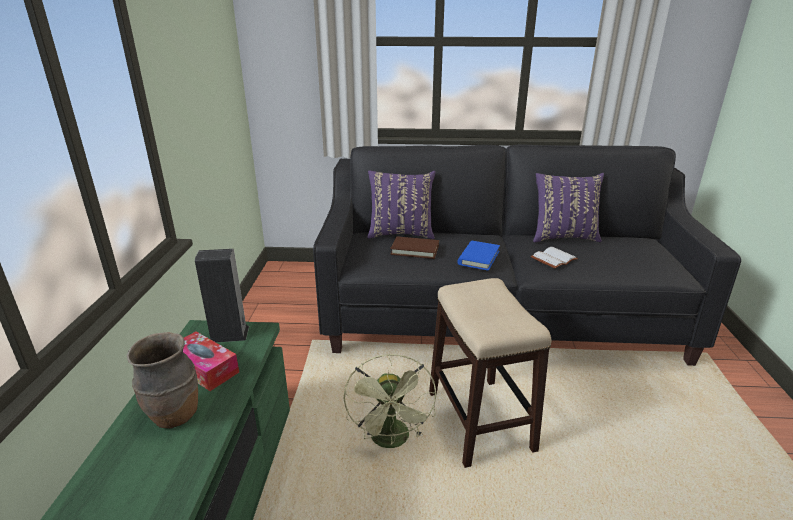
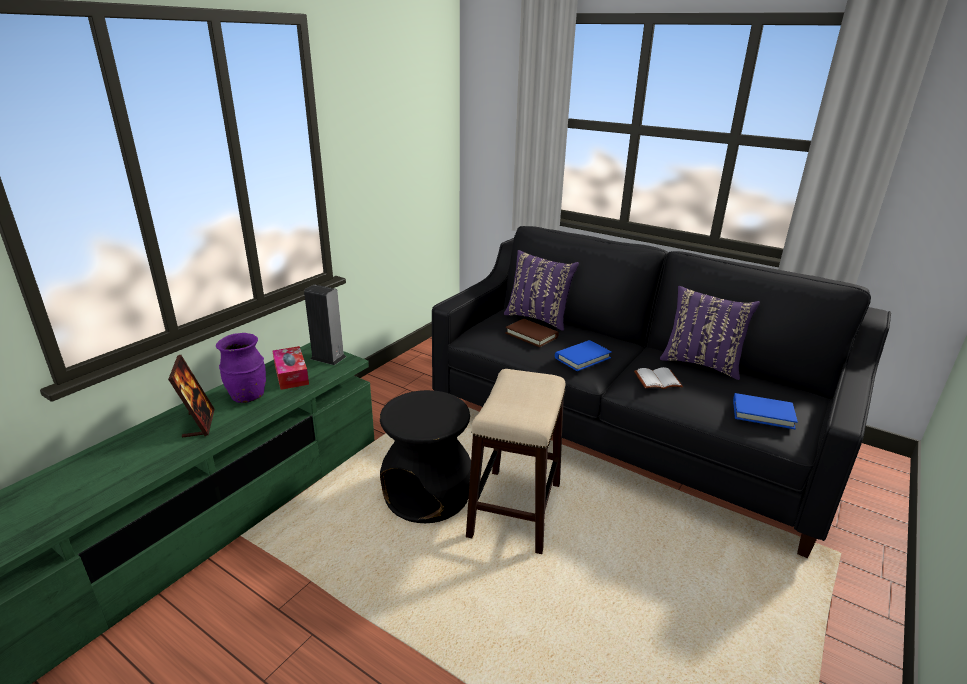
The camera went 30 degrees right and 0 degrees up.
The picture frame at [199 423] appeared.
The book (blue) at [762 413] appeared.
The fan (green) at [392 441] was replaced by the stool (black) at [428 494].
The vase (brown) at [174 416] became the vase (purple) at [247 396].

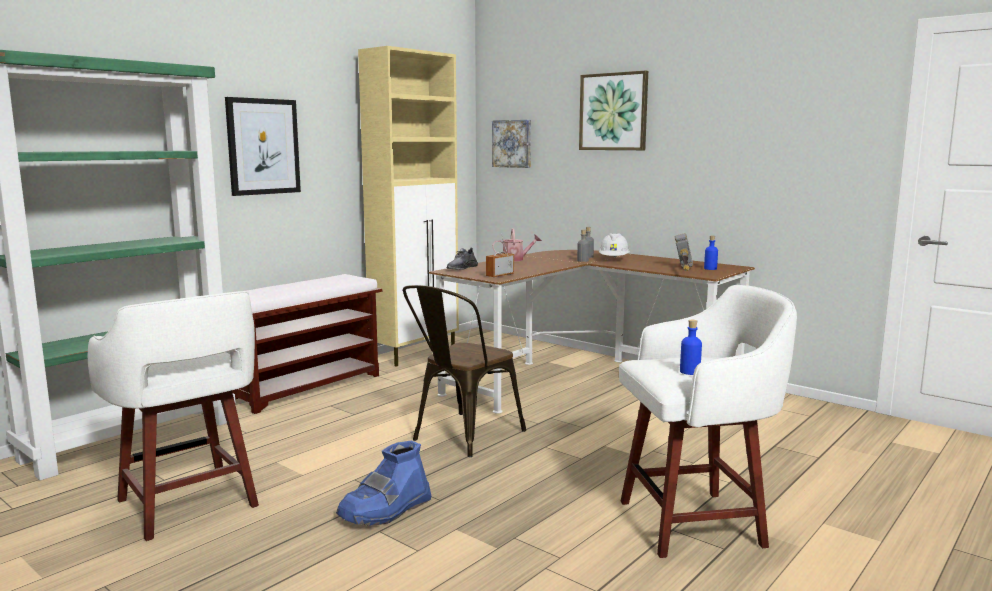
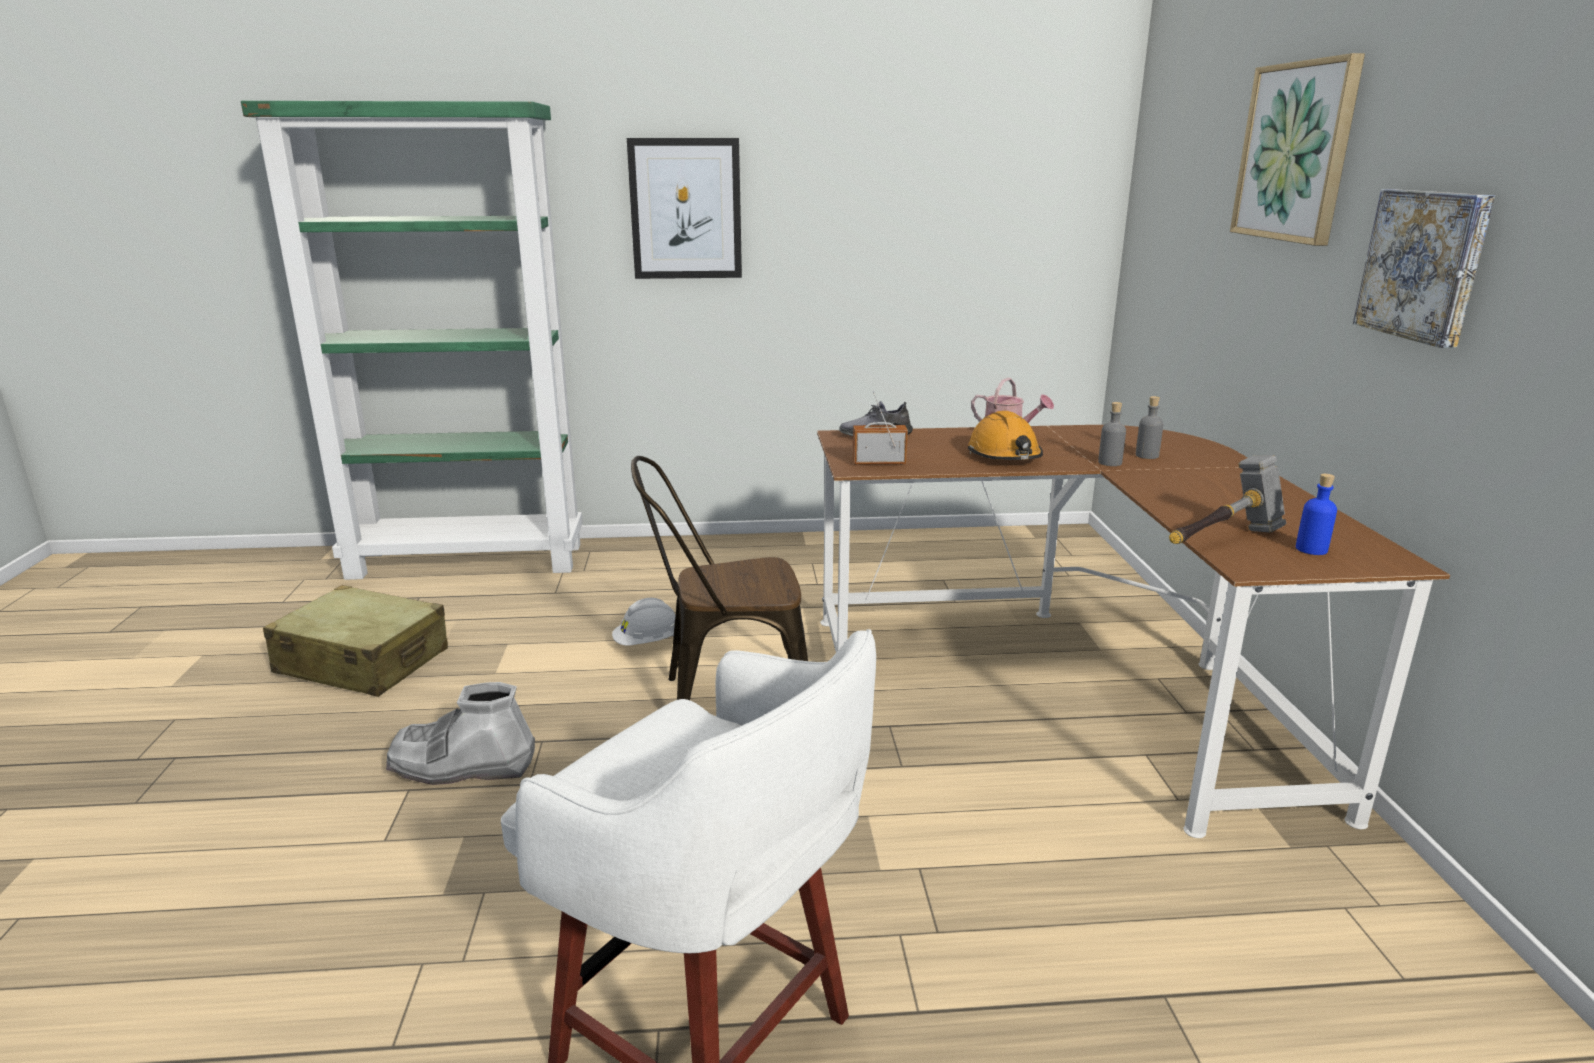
The camera went 45 degrees right and 10 degrees up.
The bench (brown) at [306 387] disappeared.
The cabinet (beige) at [416 354] disappeared.
The bottle (blue) at [690 372] disappeared.
The hard hat (orange) at [1004 456] appeared.
The picture moved from [512 143] to [1425 265].
The hard hat (white) moved from [614 260] to [647 643].
The stool (white) at [189 505] was replaced by the suitcase (beige) at [363 662].
The boot (blue) at [385 510] became the boot (grey) at [462 765].

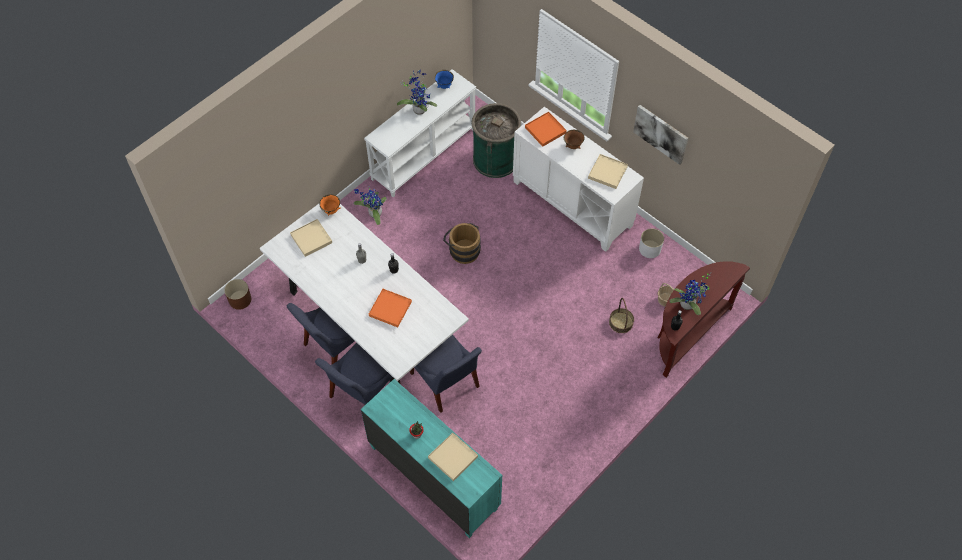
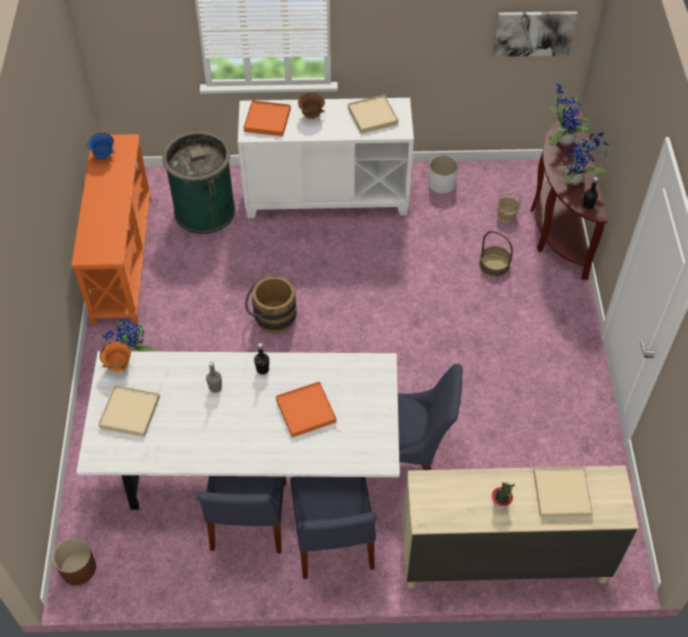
The camera went 45 degrees left and 5 degrees down.
The potted plant moved from [419 108] to [562 139].
The picture moved from [661 133] to [534 32].
The dresser (turquoise) at [433 476] became the dresser (beige) at [502 557].
The console table (white) at [423 153] became the console table (orange) at [121 258].

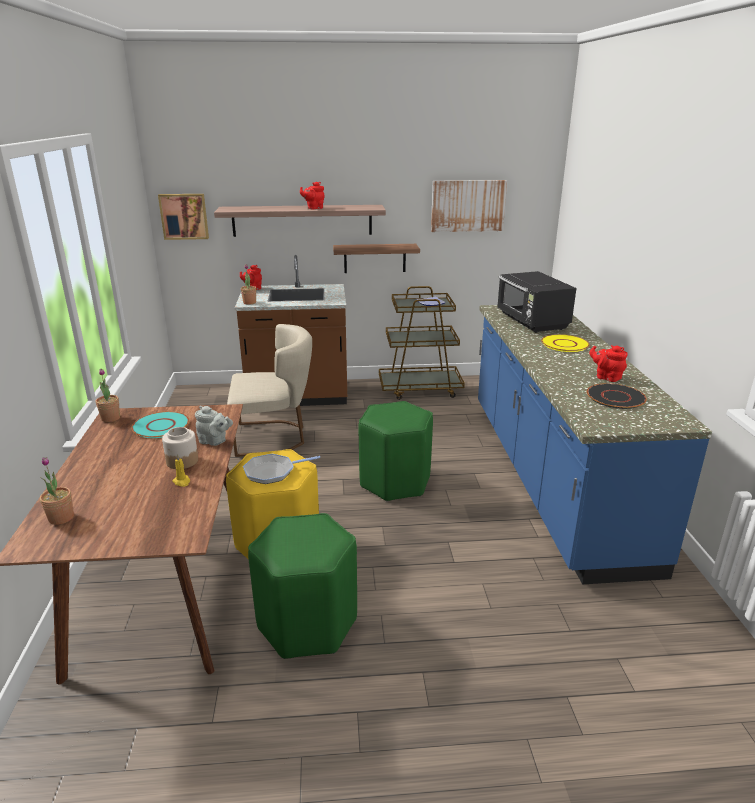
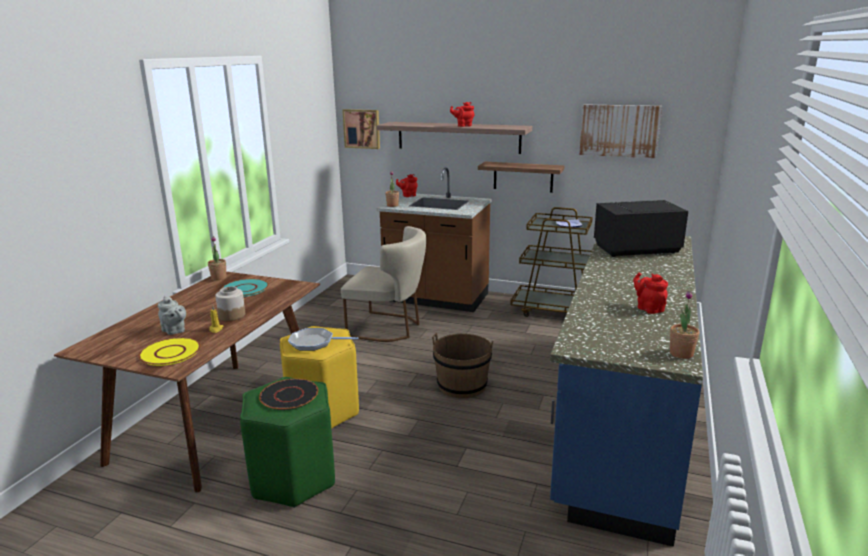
The camera went 25 degrees right and 5 degrees down.
The potted plant moved from [61 518] to [681 354].
The teapot (grey) moved from [214 441] to [174 331].
The plate (yellow) moved from [564 344] to [170 353].
The plate (black) moved from [615 397] to [289 395].
The stool (green) at [395 482] was replaced by the bucket (brown) at [462 386].
The microwave (black) at [532 322] turned 75 degrees clockwise.

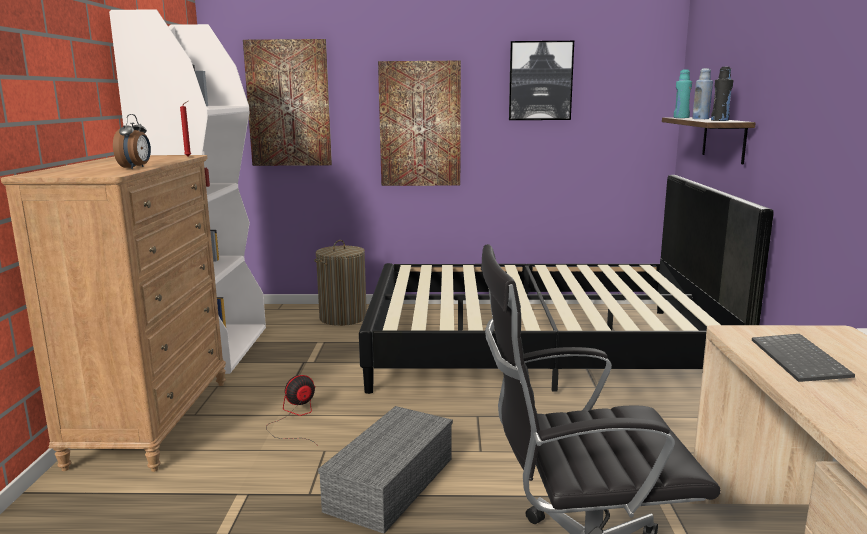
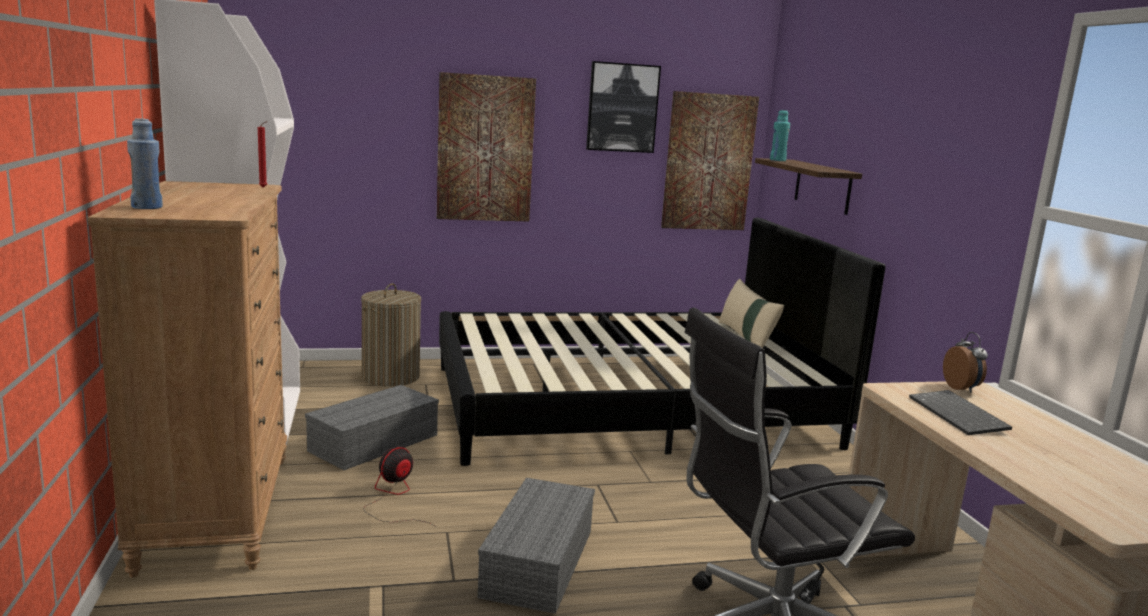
The camera went 15 degrees left and 0 degrees up.
The bottle (black) at [719 120] disappeared.
The storage box (grey) at [373 444] appeared.
The pillow (beige) at [746 338] appeared.
The alarm clock moved from [136 168] to [962 388].
The picture moved from [288 103] to [708 162].
The bottle (blue) moved from [700 119] to [147 207].

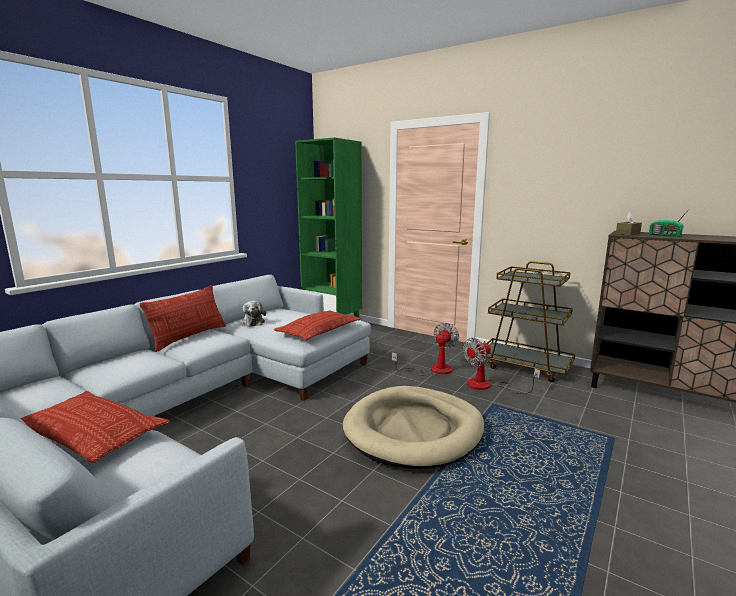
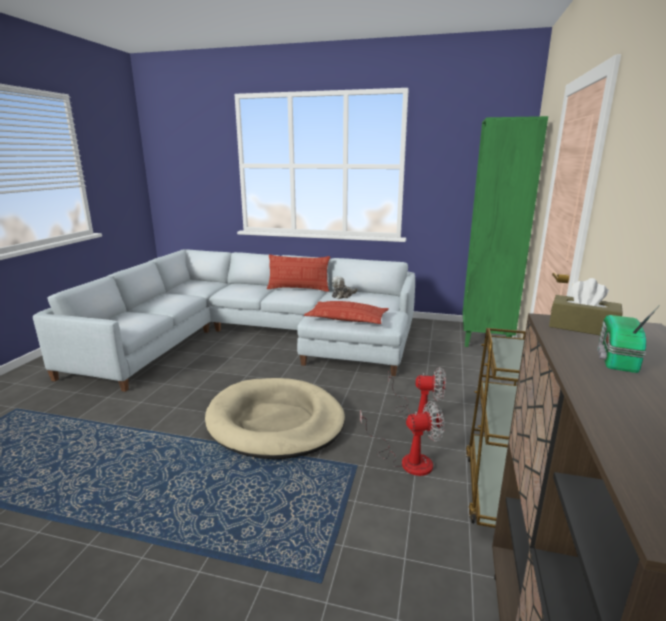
The camera went 70 degrees right and 5 degrees up.
The pillow at [91 433] disappeared.
The fan at [488 386] turned 135 degrees clockwise.

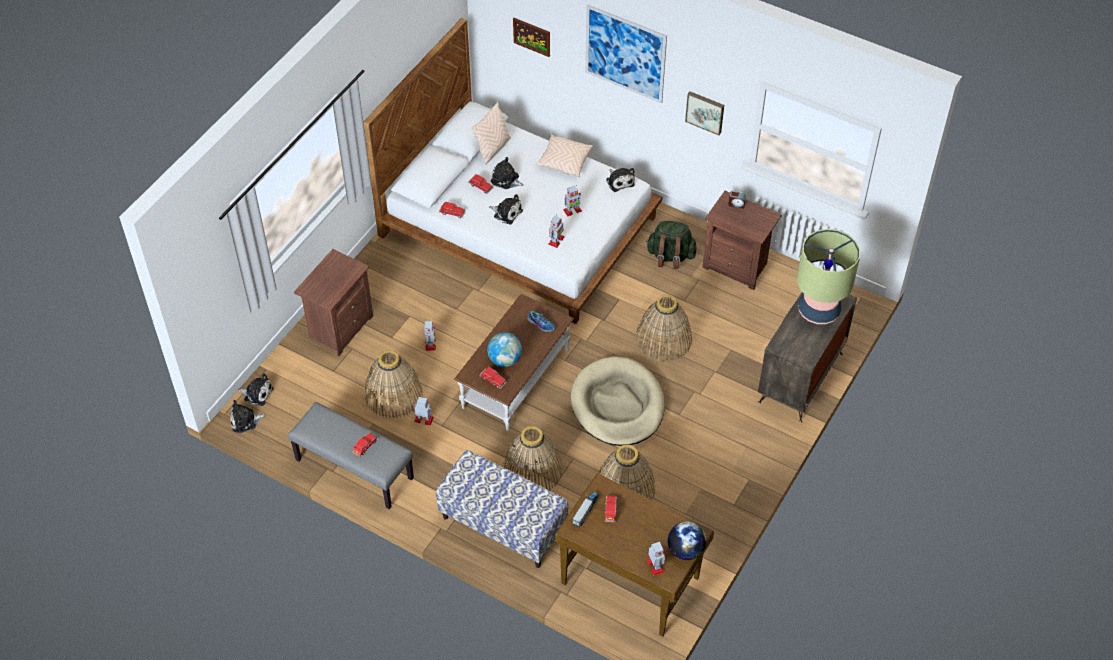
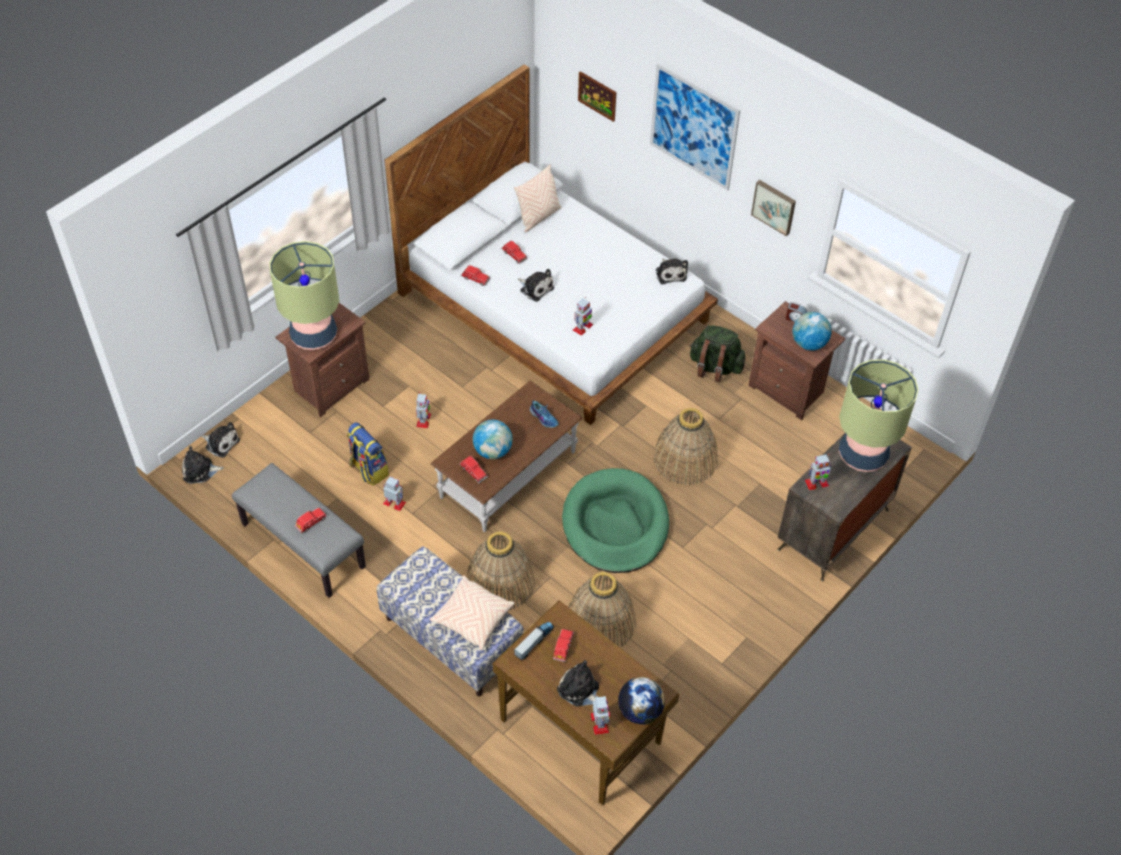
The camera went 10 degrees right and 0 degrees up.
The table lamp at [314 335] appeared.
The globe at [809 343] appeared.
The plush toy moved from [506 180] to [580 690].
The pillow (beige) moved from [564 162] to [472 618].
The toy robot moved from [572 210] to [816 483].
The basket at [393 394] was replaced by the backpack at [368 469].
The dog bed (beige) at [617 405] became the dog bed (green) at [615 524].

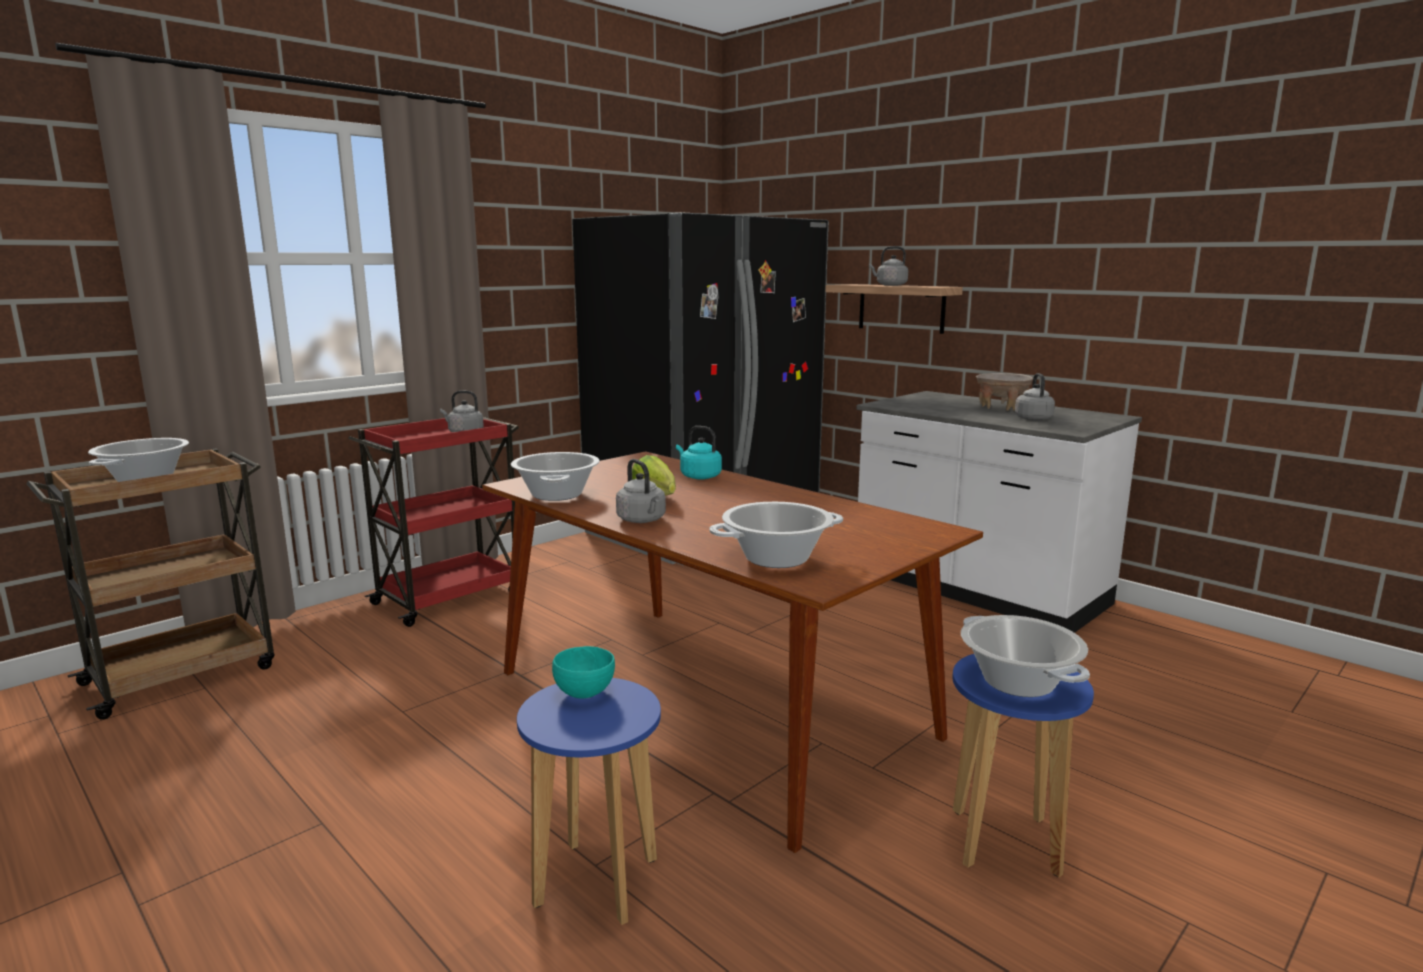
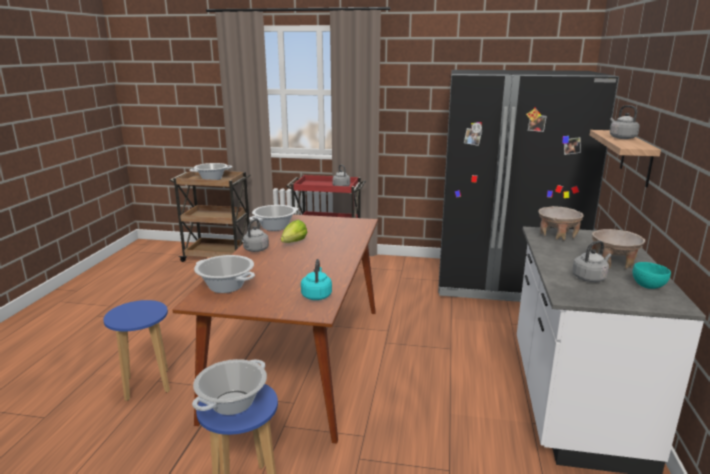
The camera went 55 degrees right and 5 degrees up.
The bowl (beige) at [557 235] appeared.
The bowl (turquoise) moved from [583 693] to [647 286].
The kettle (turquoise) moved from [698 476] to [316 295].

